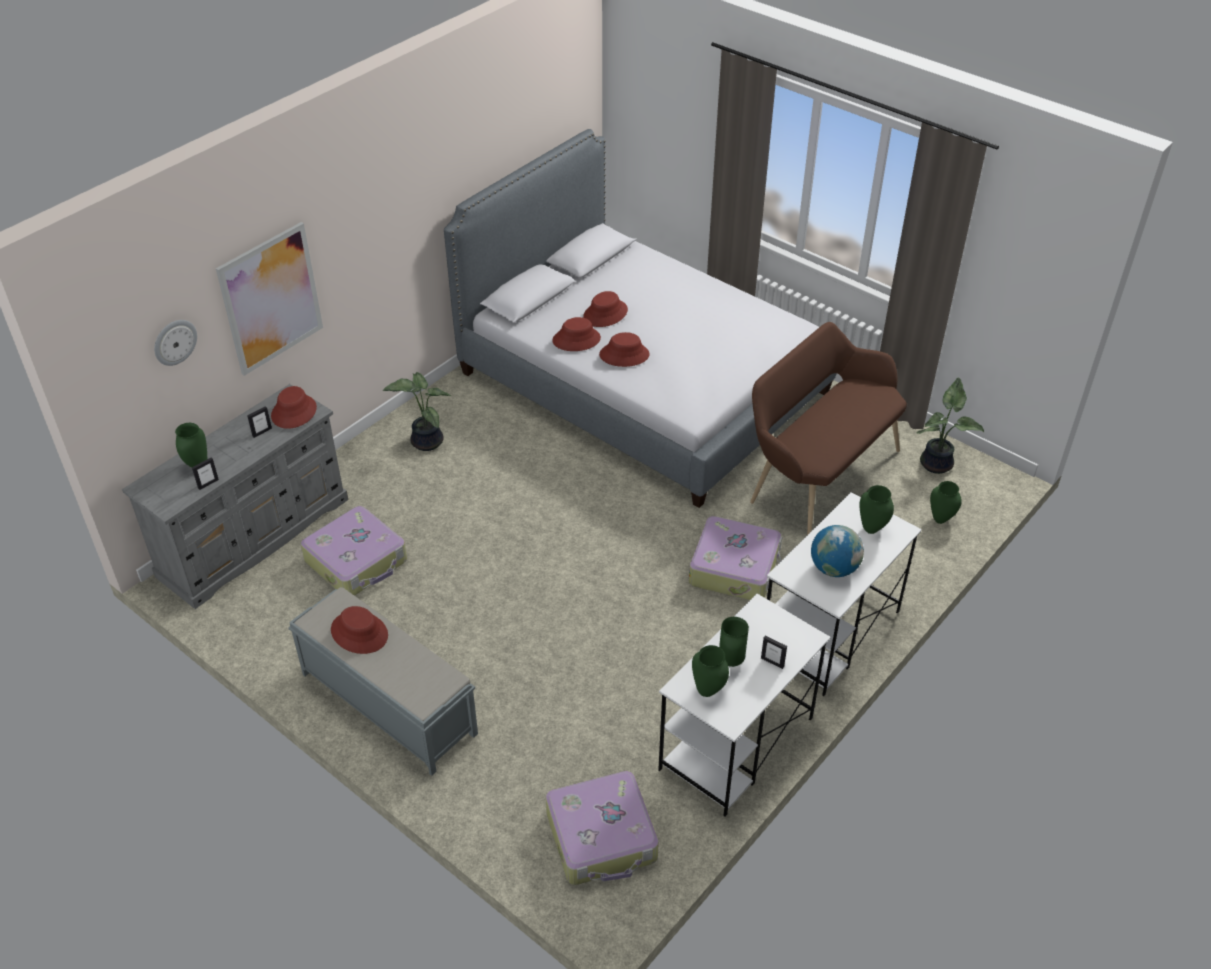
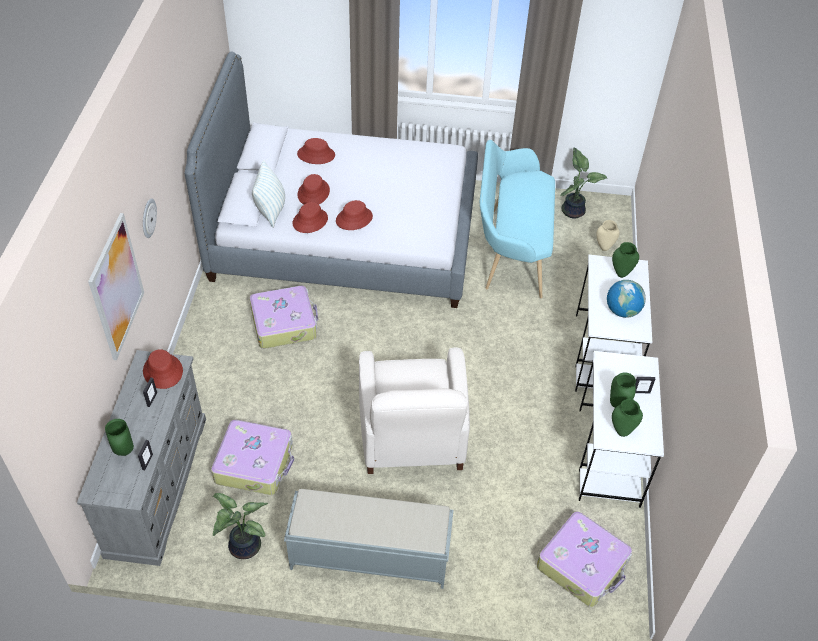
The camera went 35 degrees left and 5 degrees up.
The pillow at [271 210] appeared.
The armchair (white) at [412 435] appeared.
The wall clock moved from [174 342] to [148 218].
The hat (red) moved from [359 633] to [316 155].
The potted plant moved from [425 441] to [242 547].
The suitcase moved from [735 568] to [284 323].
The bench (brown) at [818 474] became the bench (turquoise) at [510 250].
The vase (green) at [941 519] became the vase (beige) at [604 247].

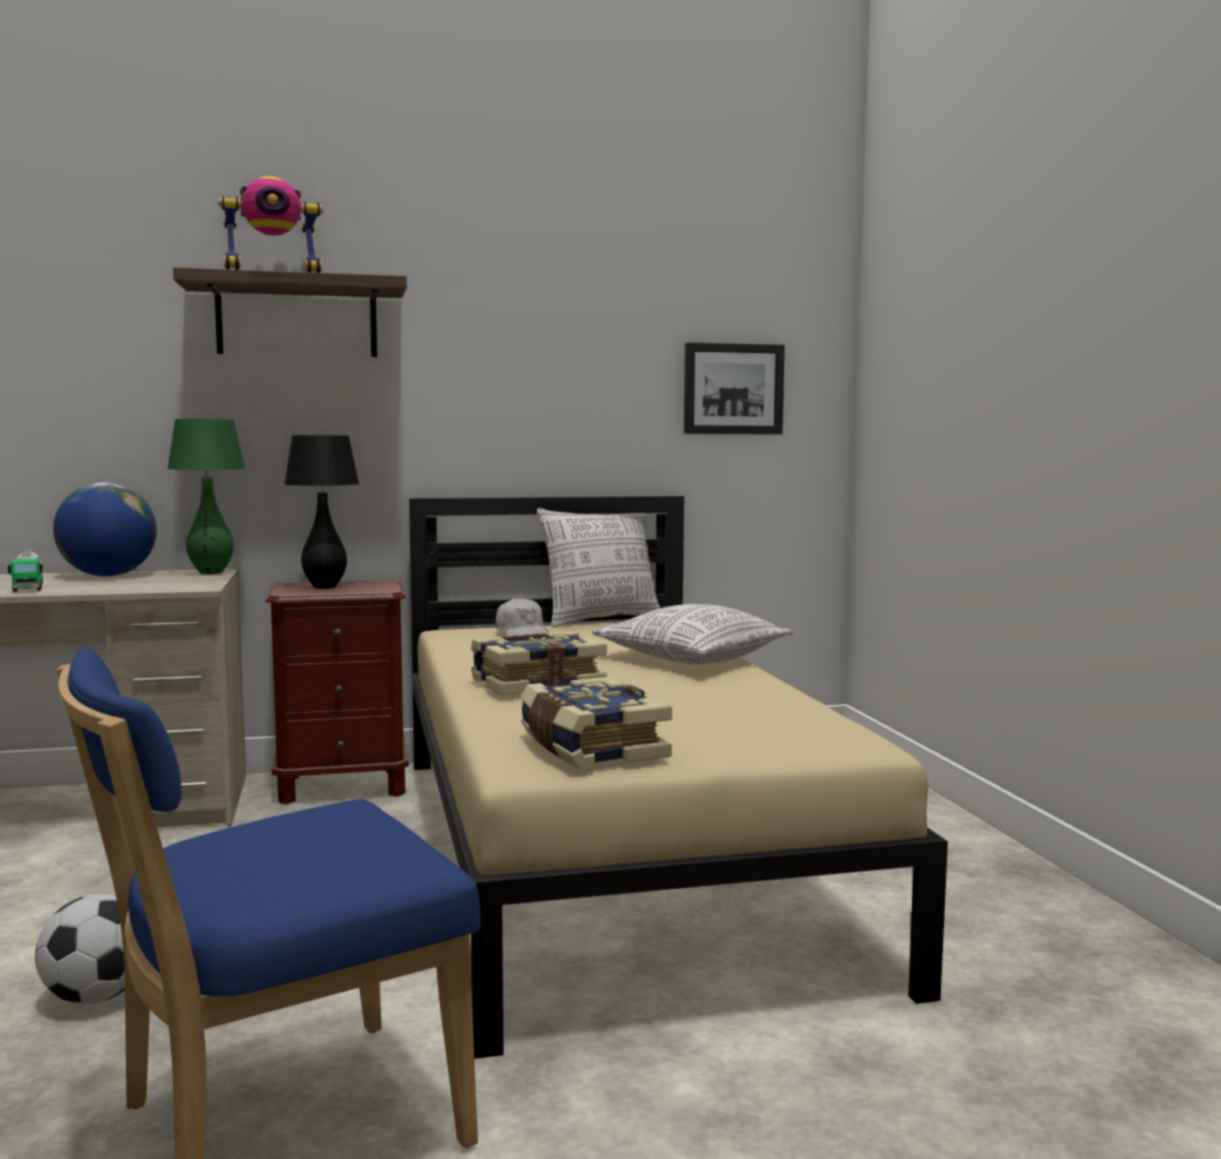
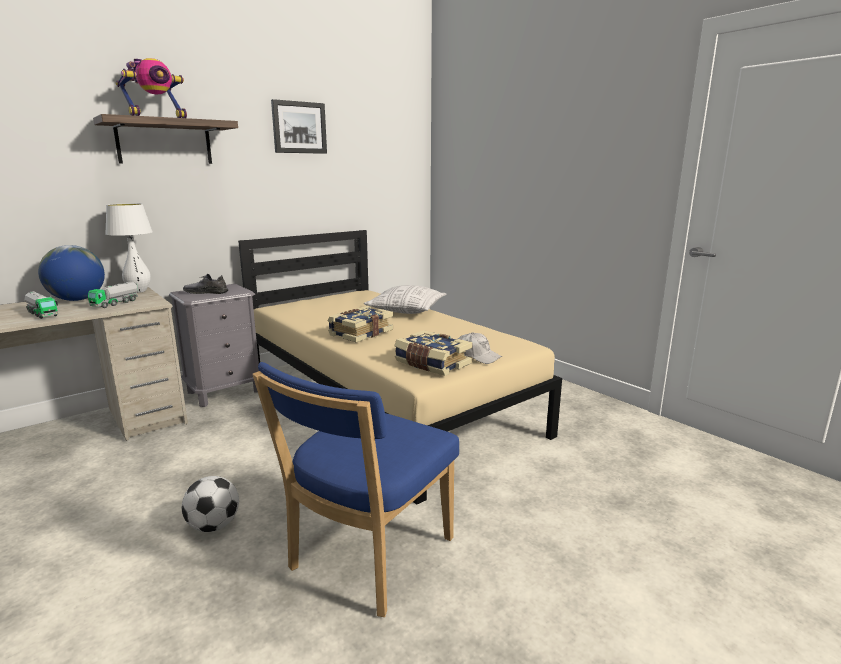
The camera went 25 degrees left and 10 degrees up.
The pillow at [601 620] disappeared.
The toy truck at [116 303] appeared.
The cap (white) moved from [523 633] to [477 356].
The picture moved from [732 389] to [299 127].
The table lamp (black) at [325 587] was replaced by the shoe (grey) at [206 292].
The table lamp (green) at [211 573] became the table lamp (white) at [138 291].
The nightstand (brown) at [342 786] became the nightstand (grey) at [225 391].

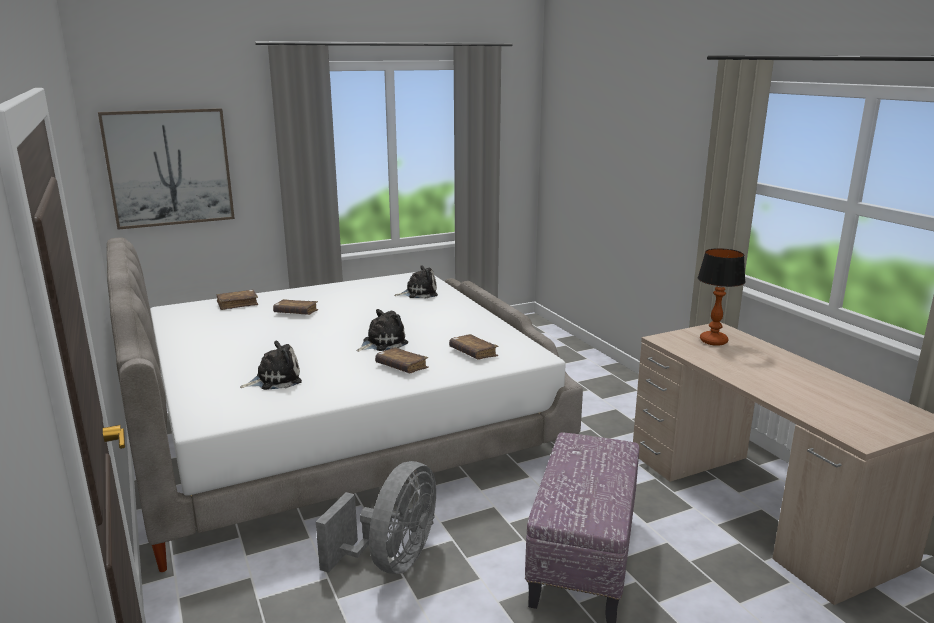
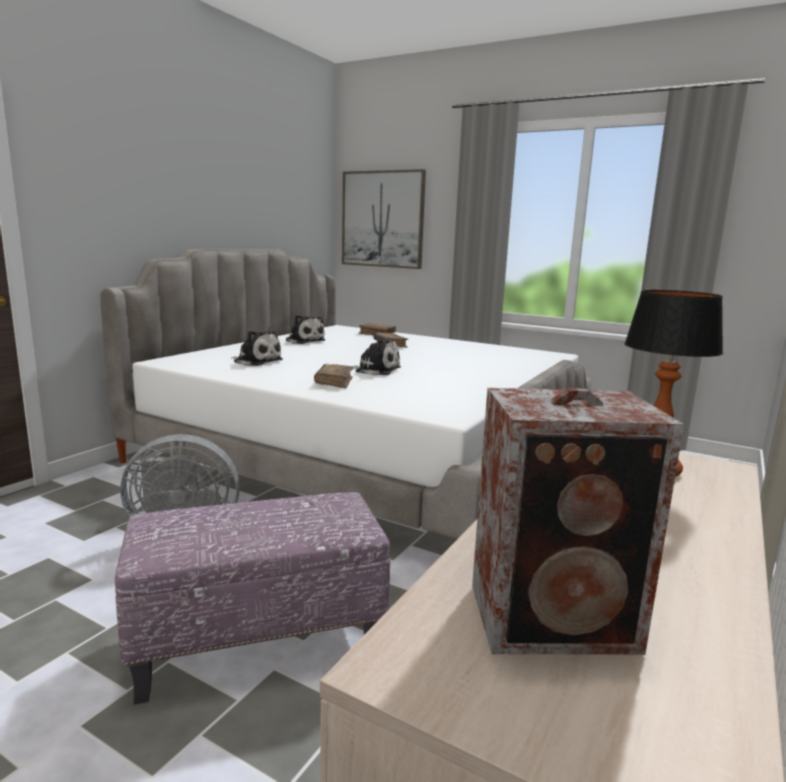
The camera went 55 degrees right and 5 degrees down.
The book (brown) at [473 353] disappeared.
The speaker at [557 619] appeared.
The plush toy moved from [419 293] to [304 341].

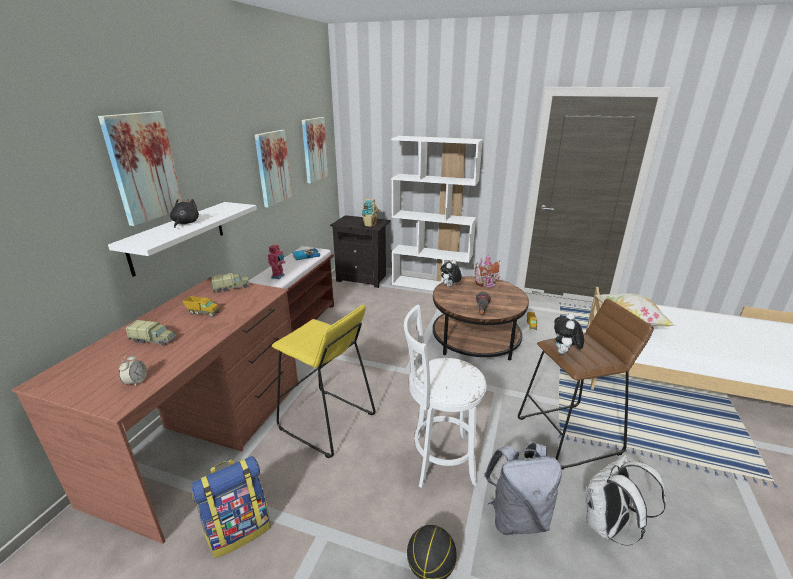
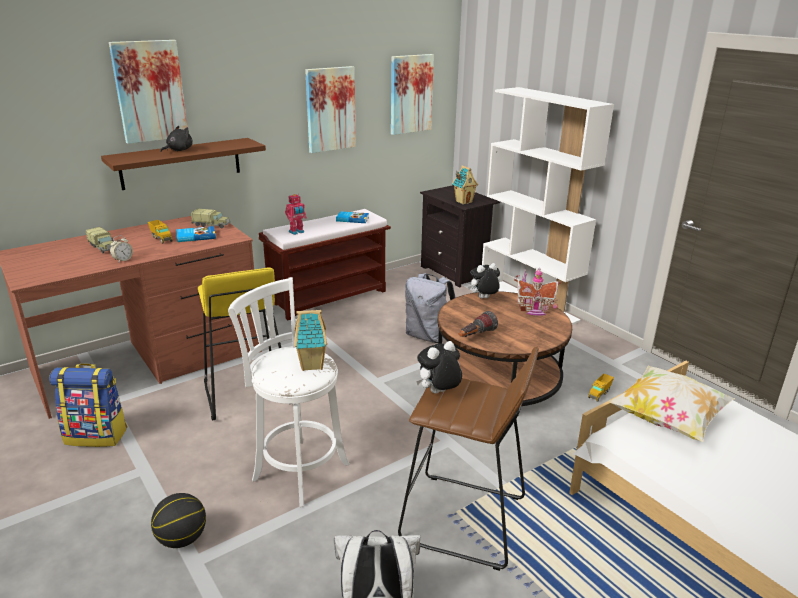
The camera went 35 degrees right and 0 degrees up.
The book at [196 236] appeared.
The toy house at [313 365] appeared.
The alarm clock moved from [136 382] to [123 260].
The backpack (grey) moved from [517 517] to [428 336].
The shelf (white) at [178 236] became the shelf (brown) at [181 163].

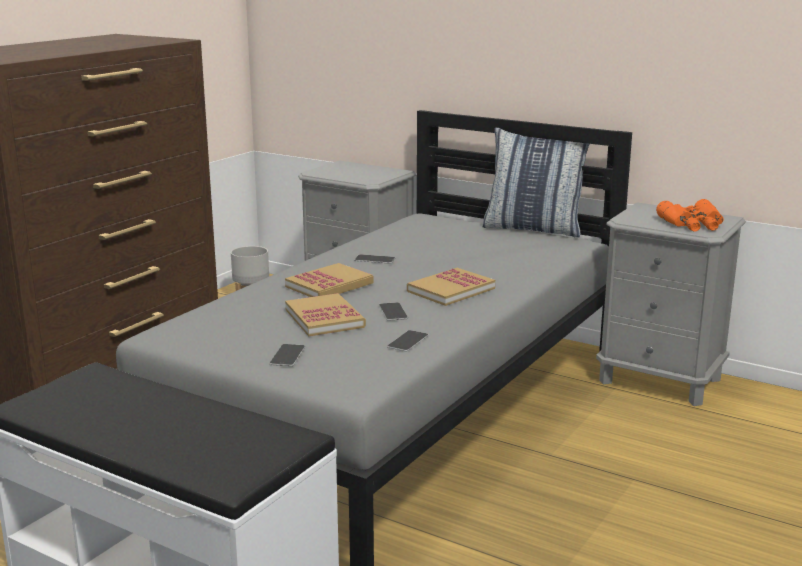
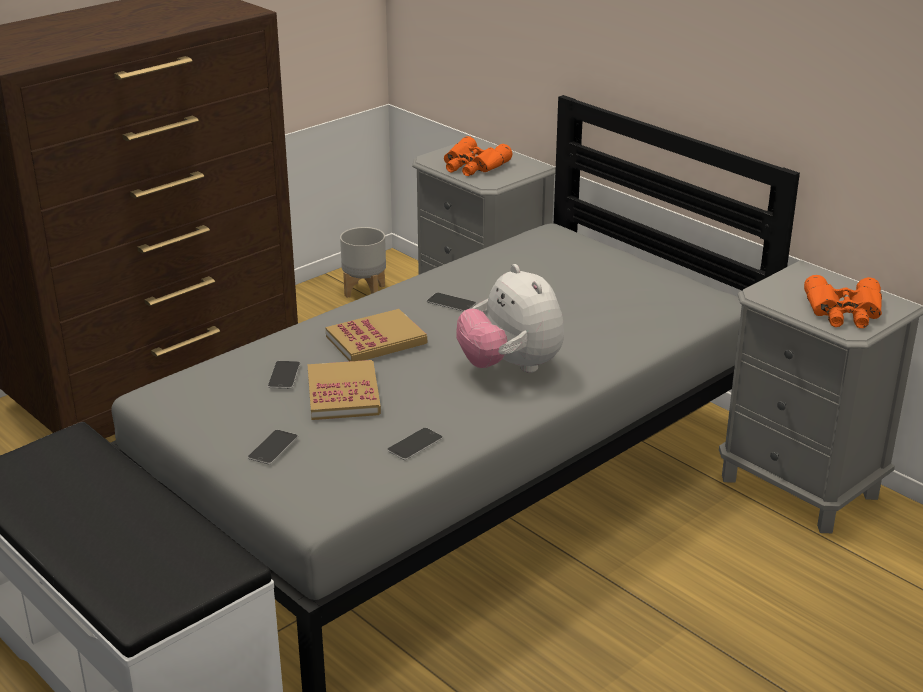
The camera went 15 degrees right and 10 degrees up.
The pillow at [533 229] disappeared.
The binoculars (orange) at [473 166] appeared.
The phone moved from [393 312] to [284 375].
The book at [451 290] was replaced by the plush toy at [510 367].

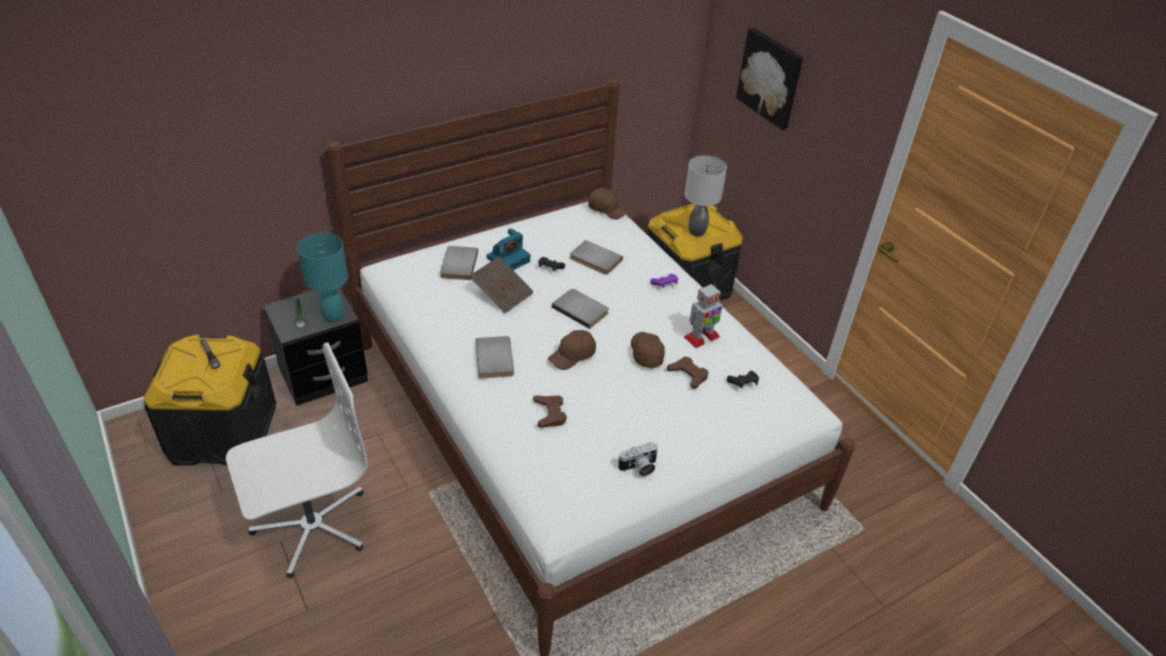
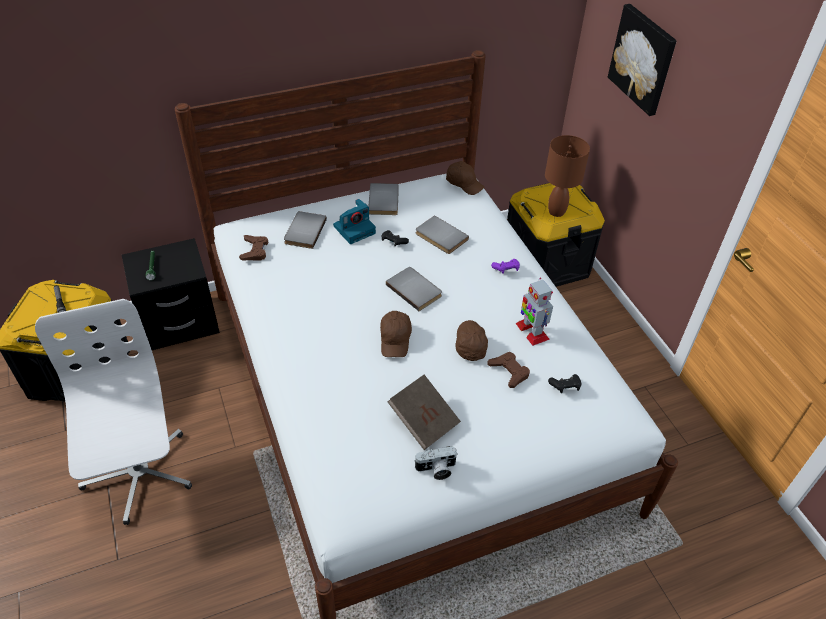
The camera went 10 degrees right and 5 degrees up.
The table lamp (turquoise) at [332 317] disappeared.
The book (brown) moved from [502 295] to [424 421].
The book (grey) moved from [496 359] to [385 201].
The game controller (brown) moved from [550 413] to [255 250].
The table lamp (grey) at [697 232] became the table lamp (brown) at [557 212].
The office chair (white) at [311 526] turned 90 degrees counterclockwise.
The cap (brown) at [573 356] turned 60 degrees counterclockwise.
The toy robot at [701 337] turned 90 degrees clockwise.

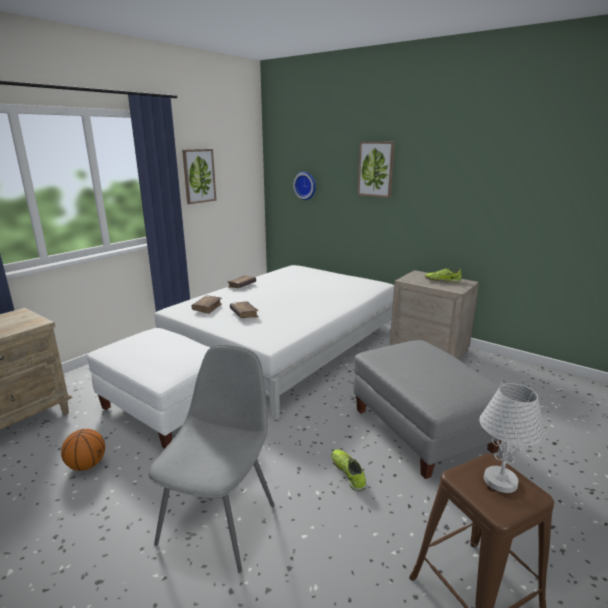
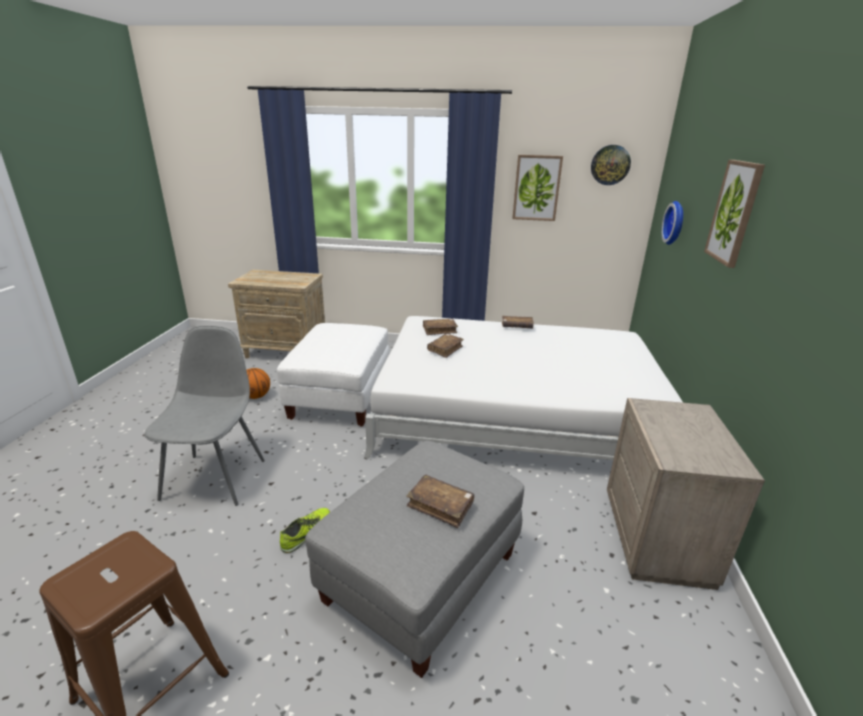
The camera went 60 degrees right and 5 degrees up.
The shoe at [442 280] disappeared.
The table lamp (white) at [500 480] disappeared.
The book (brown) at [440 506] appeared.
The wall clock at [610 165] appeared.
The chair (grey) at [219 521] turned 75 degrees counterclockwise.

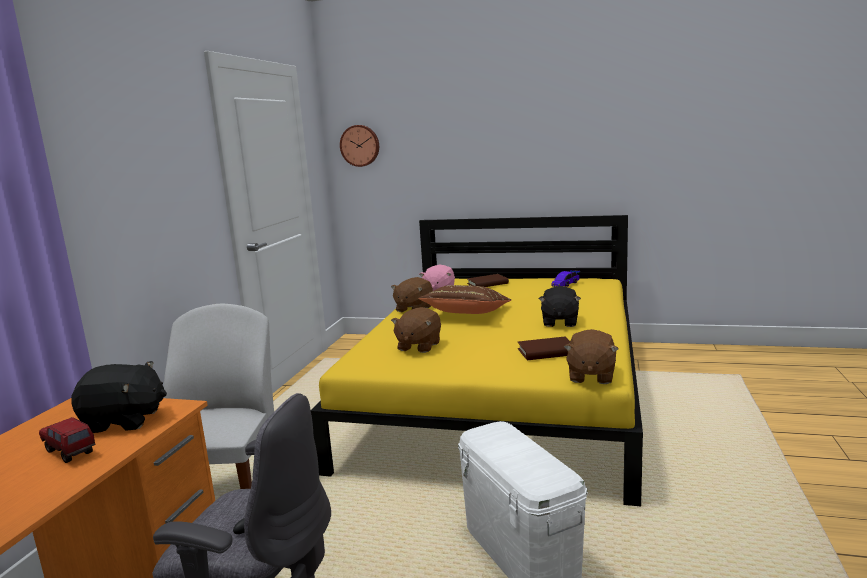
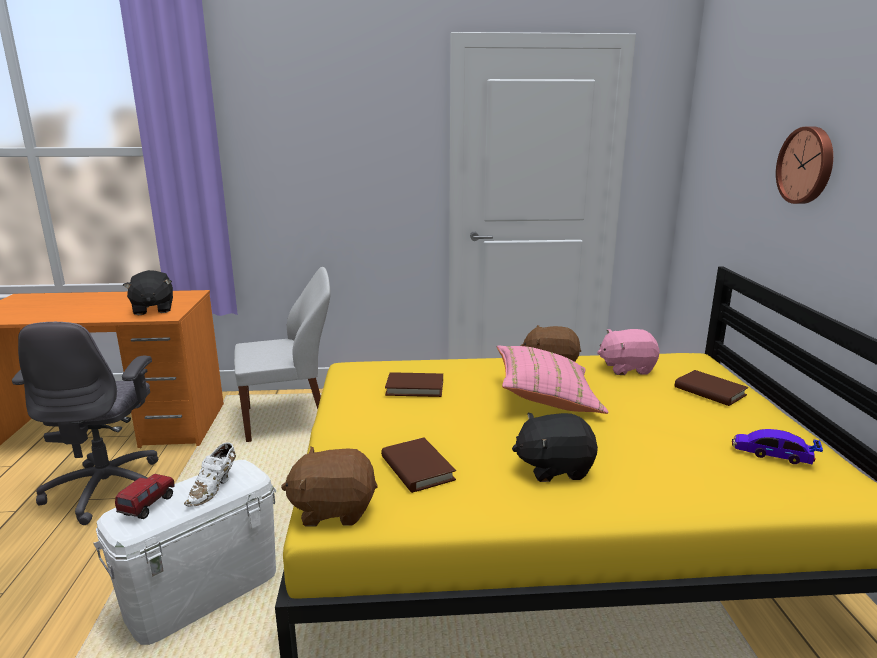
The camera went 70 degrees right and 5 degrees up.
The shoe (white) at [214 488] appeared.
The toy truck moved from [70 452] to [148 507].
The wall clock moved from [360 145] to [807 165].
The plush toy (brown) at [418 346] was replaced by the book (brown) at [415 388].
The pillow (brown) at [466 314] became the pillow (pink) at [546 397].

